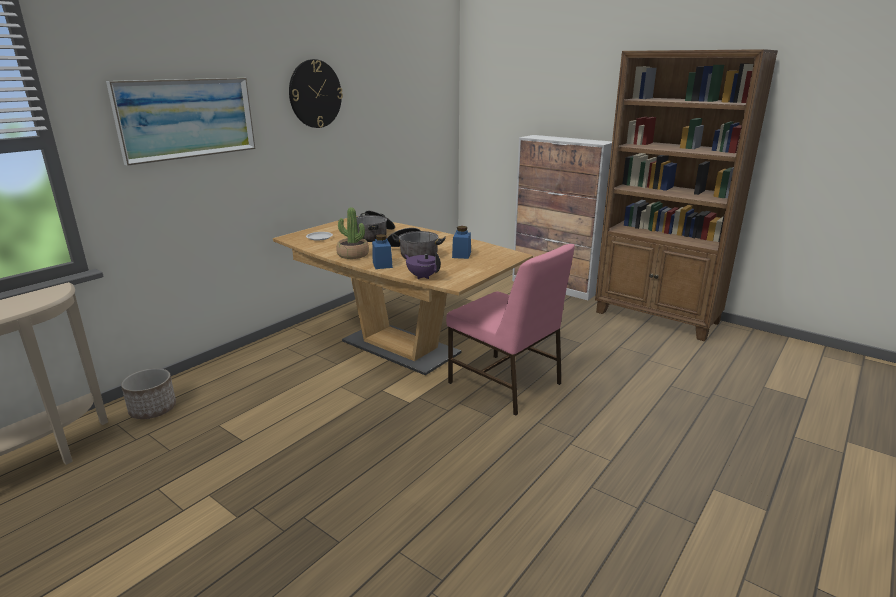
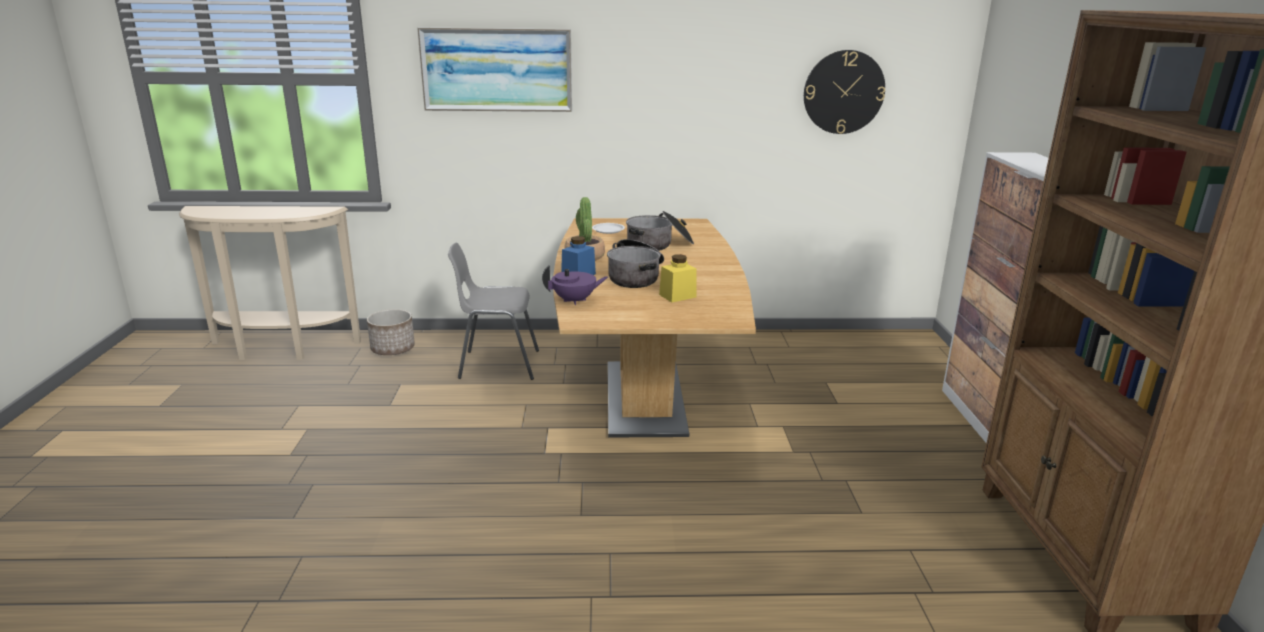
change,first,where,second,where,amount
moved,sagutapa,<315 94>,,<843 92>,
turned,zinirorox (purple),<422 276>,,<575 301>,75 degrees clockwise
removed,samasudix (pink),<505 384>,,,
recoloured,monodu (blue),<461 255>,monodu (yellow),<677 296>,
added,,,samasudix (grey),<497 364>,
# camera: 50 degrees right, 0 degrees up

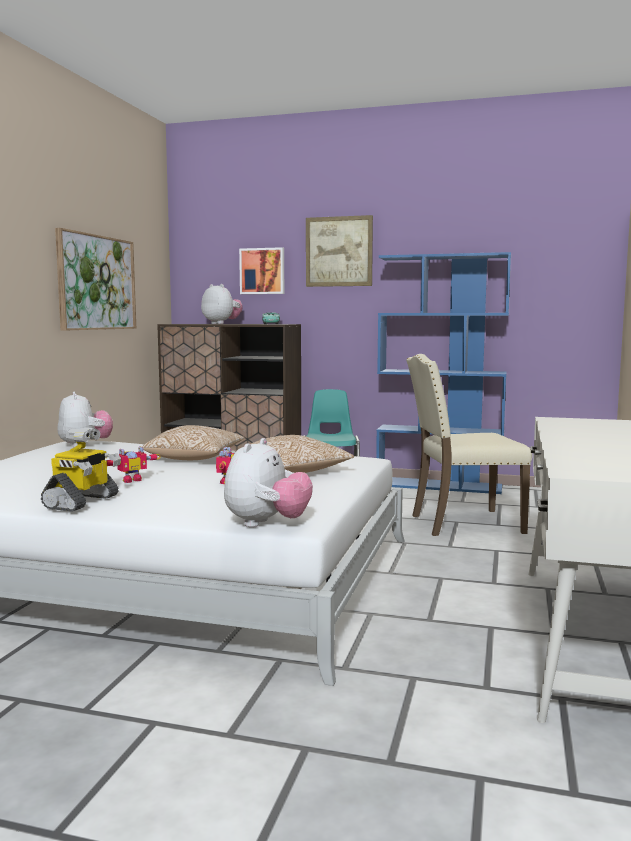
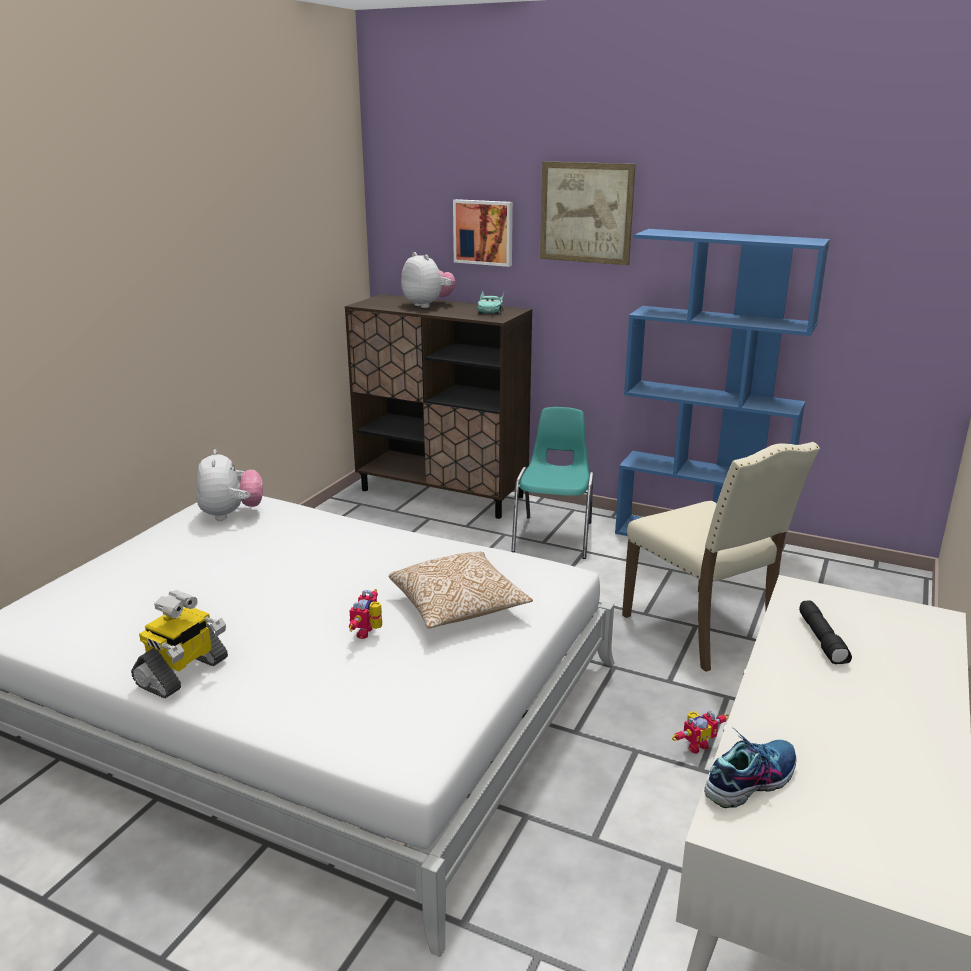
change,first,where,second,where,amount
removed,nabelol,<96 283>,,,
moved,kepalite,<131 480>,,<695 745>,
removed,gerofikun,<195 458>,,,
removed,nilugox,<267 524>,,,
turned,samasudix (beige),<463 523>,,<703 630>,120 degrees counterclockwise
added,,,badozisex,<750 780>,
added,,,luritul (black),<822 640>,
# camera: 10 degrees right, 15 degrees up

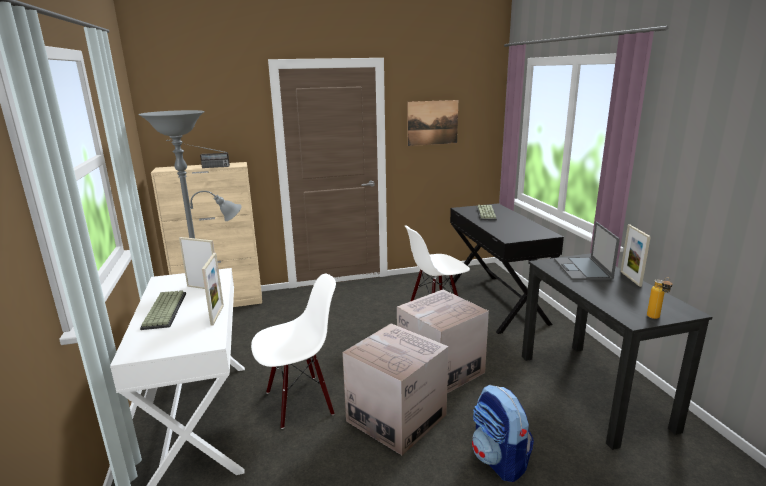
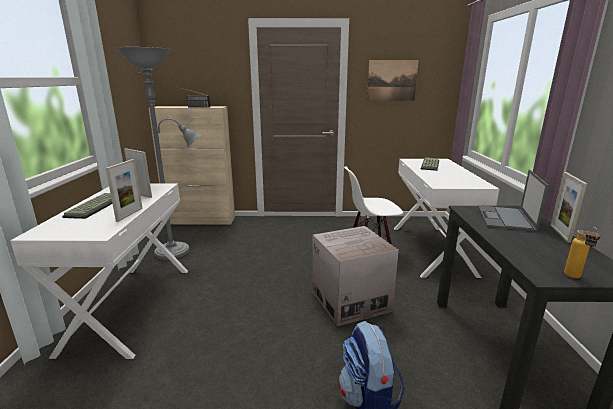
change,first,where,second,where,amount
removed,samasudix (white),<300 401>,,,
removed,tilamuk,<396 418>,,,
recoloured,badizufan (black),<496 302>,badizufan (white),<432 250>,
# camera: 15 degrees right, 0 degrees up

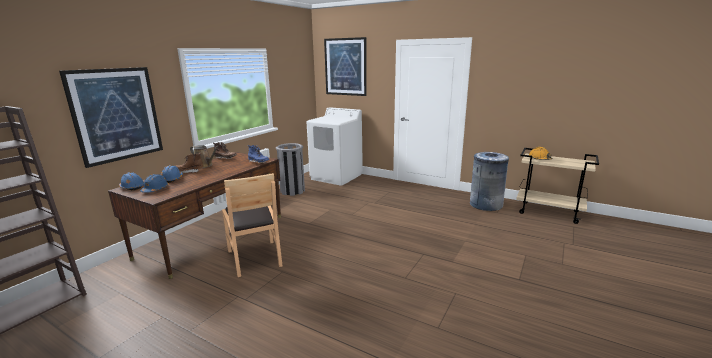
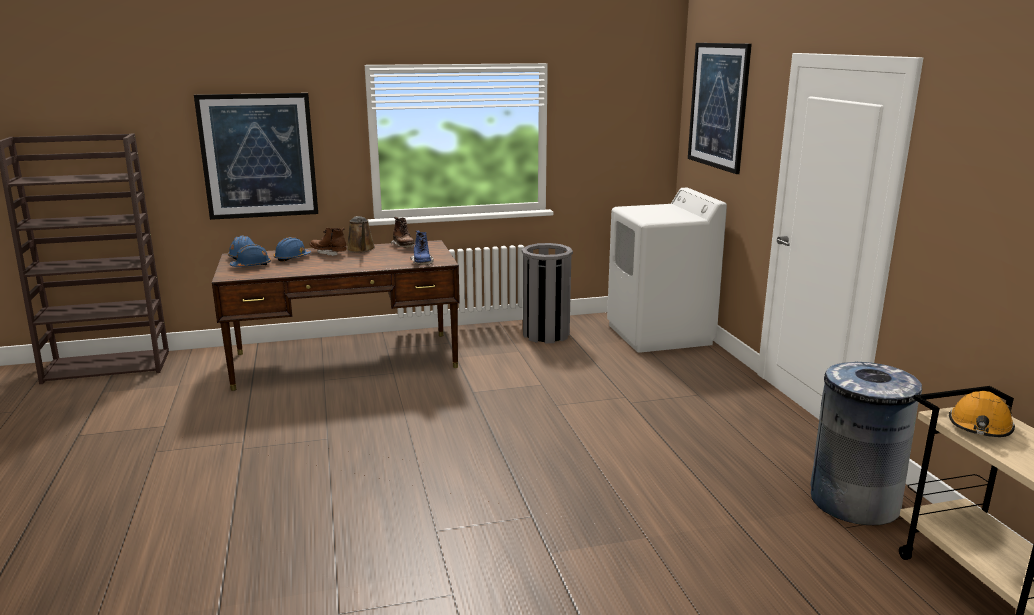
change,first,where,second,where,amount
removed,samasudix (brown),<255 257>,,,
# camera: 45 degrees right, 0 degrees up

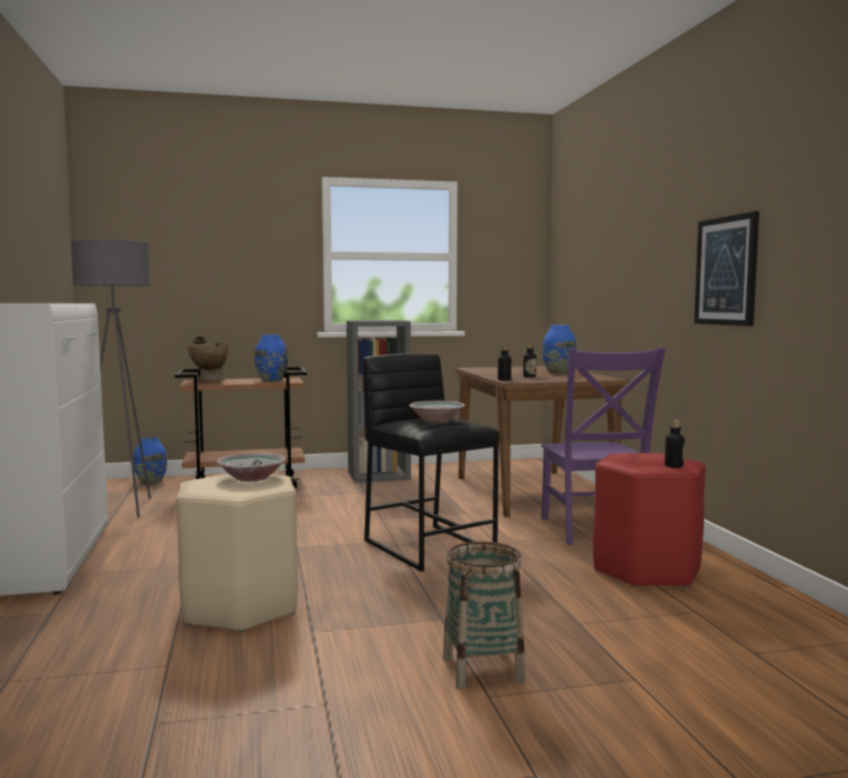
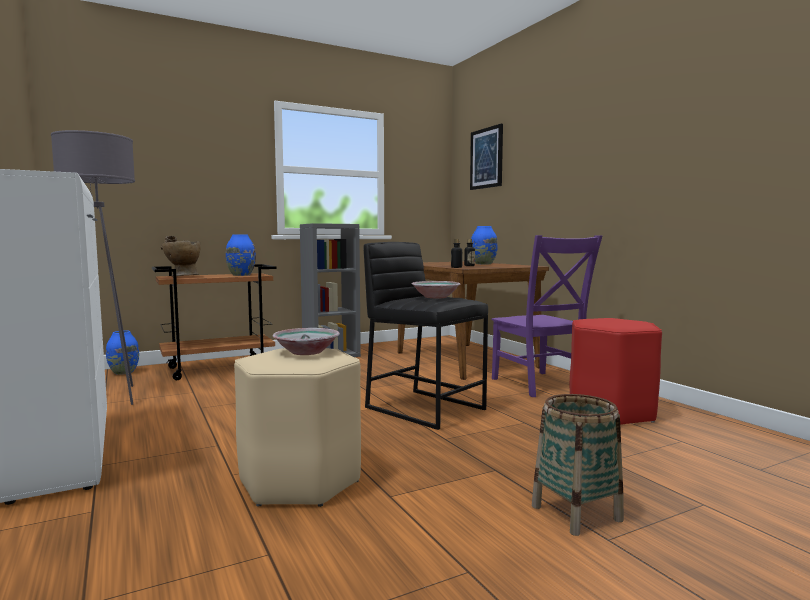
change,first,where,second,where,amount
removed,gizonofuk,<673 466>,,,
moved,nabelol,<726 271>,,<486 158>,
# camera: 15 degrees left, 0 degrees up

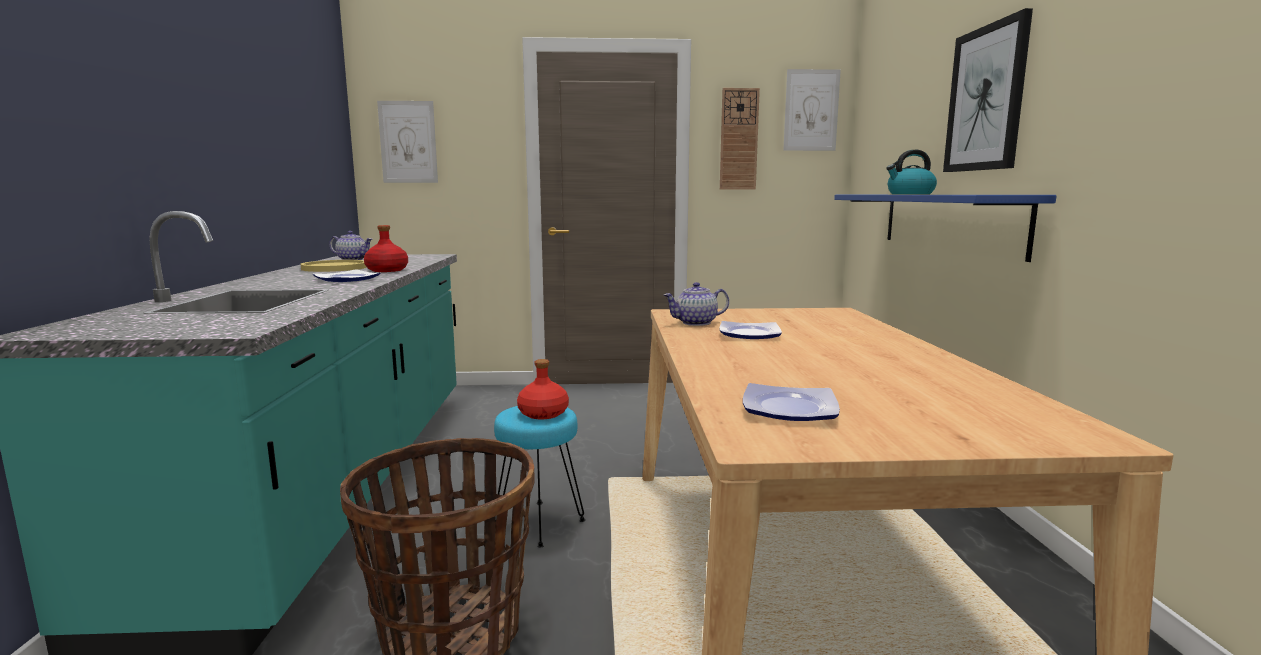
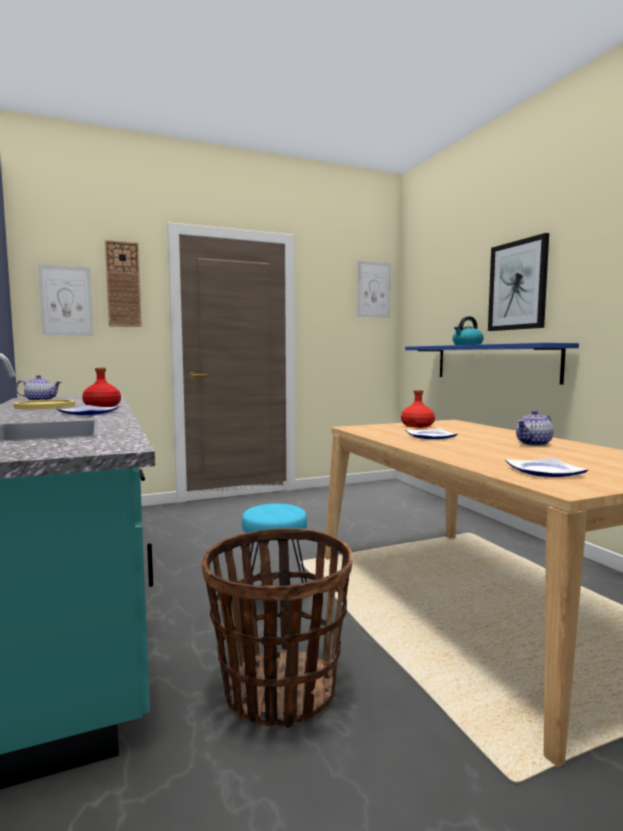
change,first,where,second,where,amount
moved,gizonofuk (red),<543 414>,,<417 426>,
moved,zinirorox,<696 323>,,<534 444>,
moved,sagutapa,<738 139>,,<123 284>,
# camera: 20 degrees left, 5 degrees down

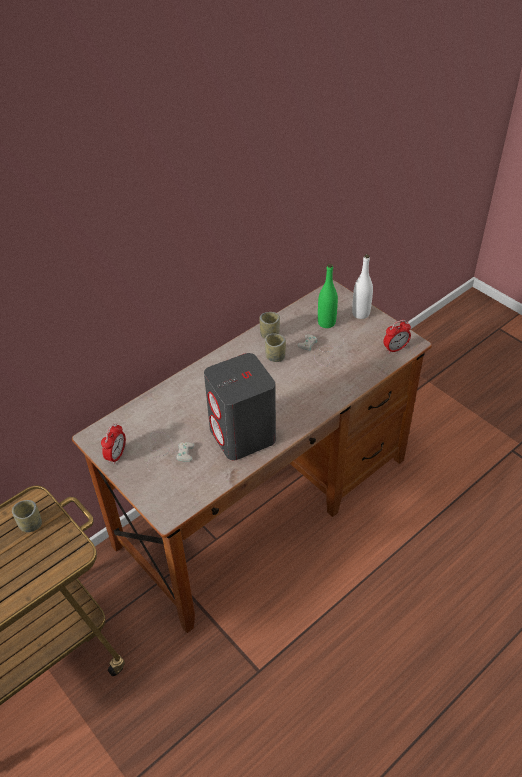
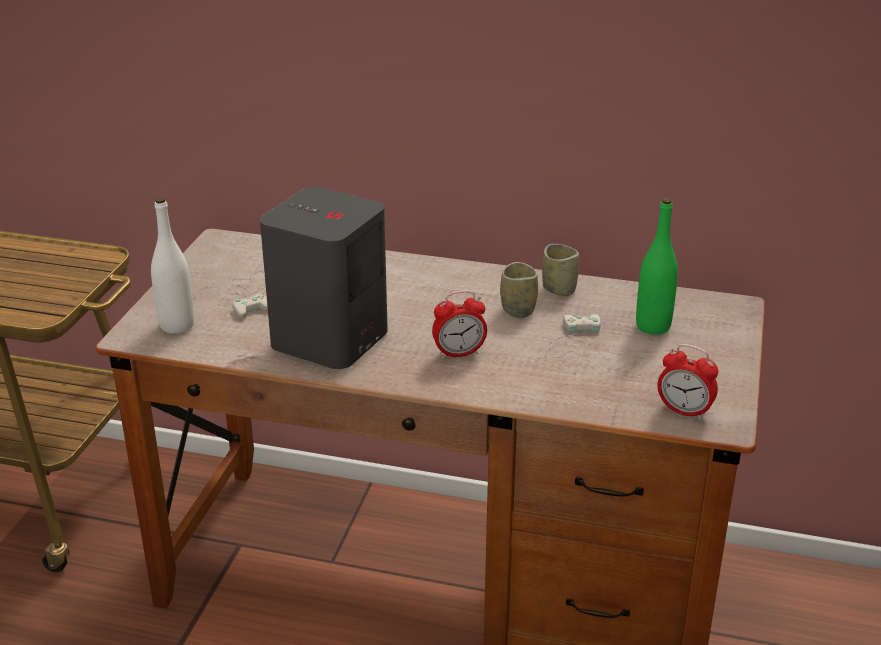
change,first,where,second,where,amount
removed,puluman,<31 524>,,,
moved,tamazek,<116 455>,,<459 353>,
moved,gizonofuk (white),<361 313>,,<177 325>,
# camera: 55 degrees right, 15 degrees down

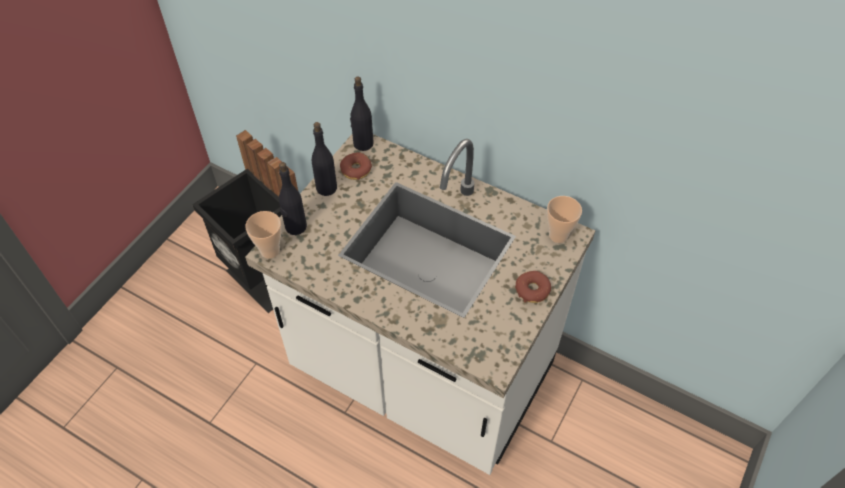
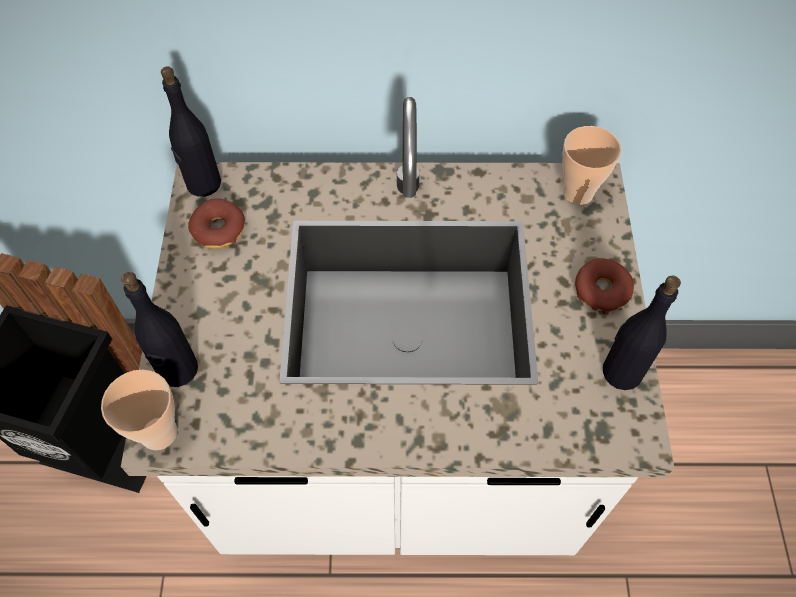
change,first,where,second,where,amount
moved,gizonofuk (black),<326 187>,,<621 372>,
# camera: 30 degrees left, 5 degrees up

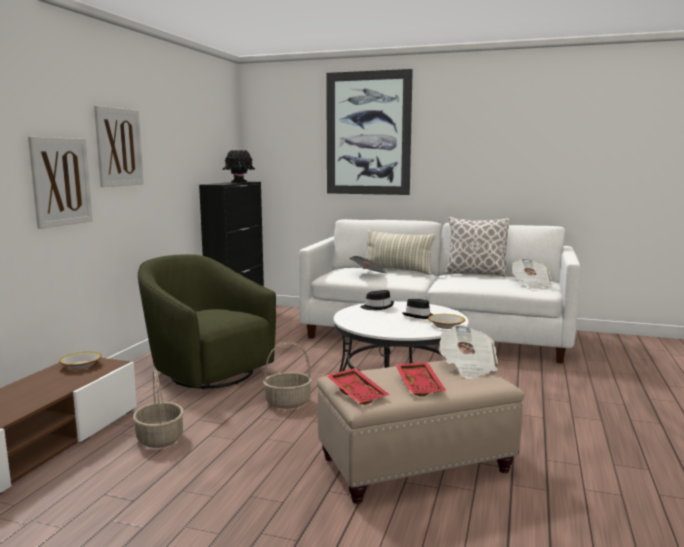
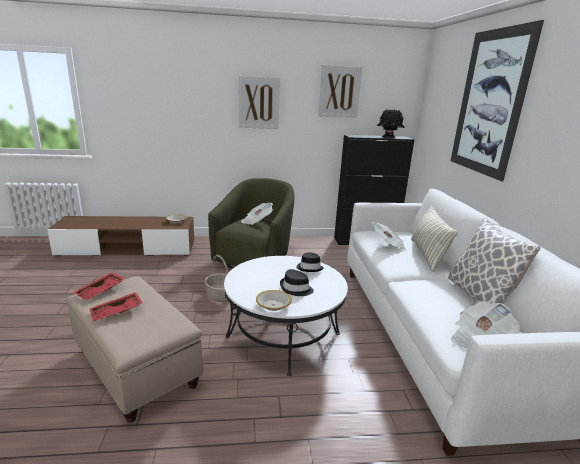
change,first,where,second,where,amount
moved,nabelol,<61 181>,,<339 92>,
removed,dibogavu,<160 438>,,,
moved,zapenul,<467 367>,,<256 221>,
# camera: 65 degrees right, 10 degrees up

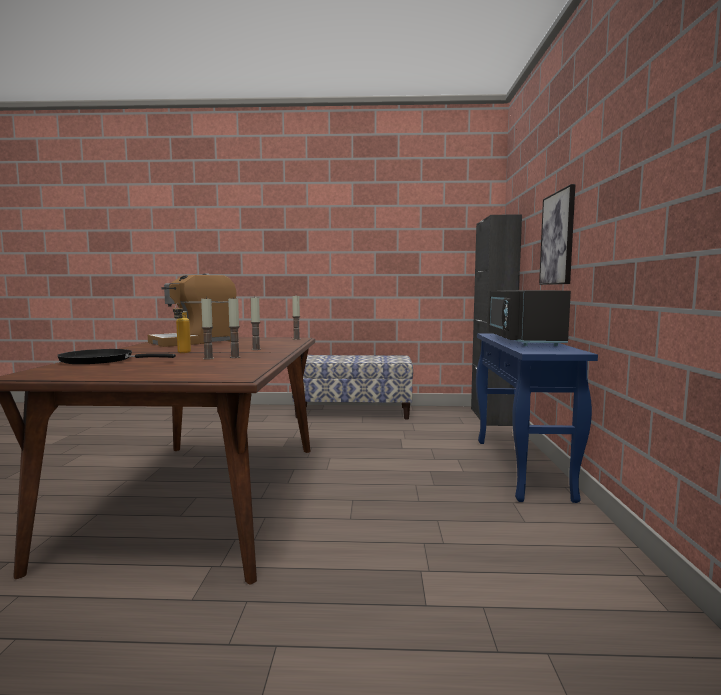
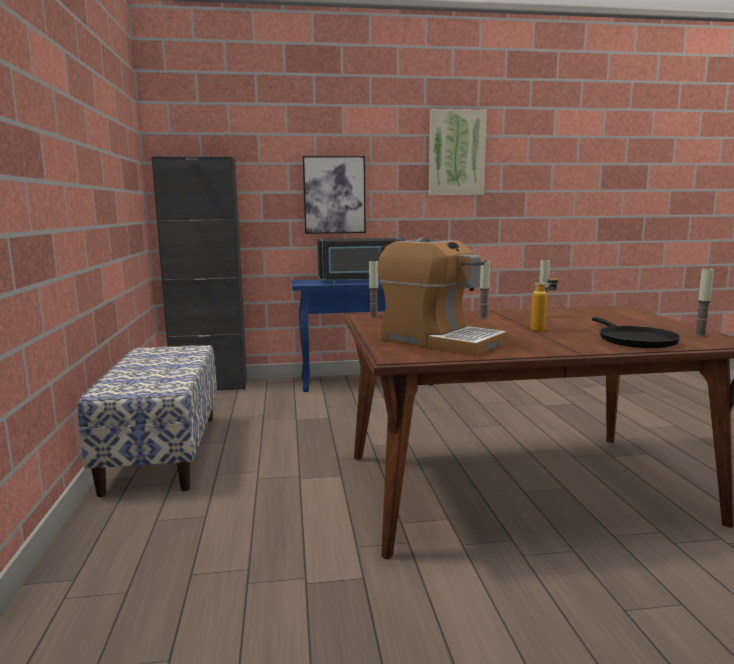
change,first,where,second,where,amount
moved,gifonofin,<208 358>,,<700 335>,
added,,,nabelol,<456 153>,
# camera: 100 degrees left, 5 degrees up

